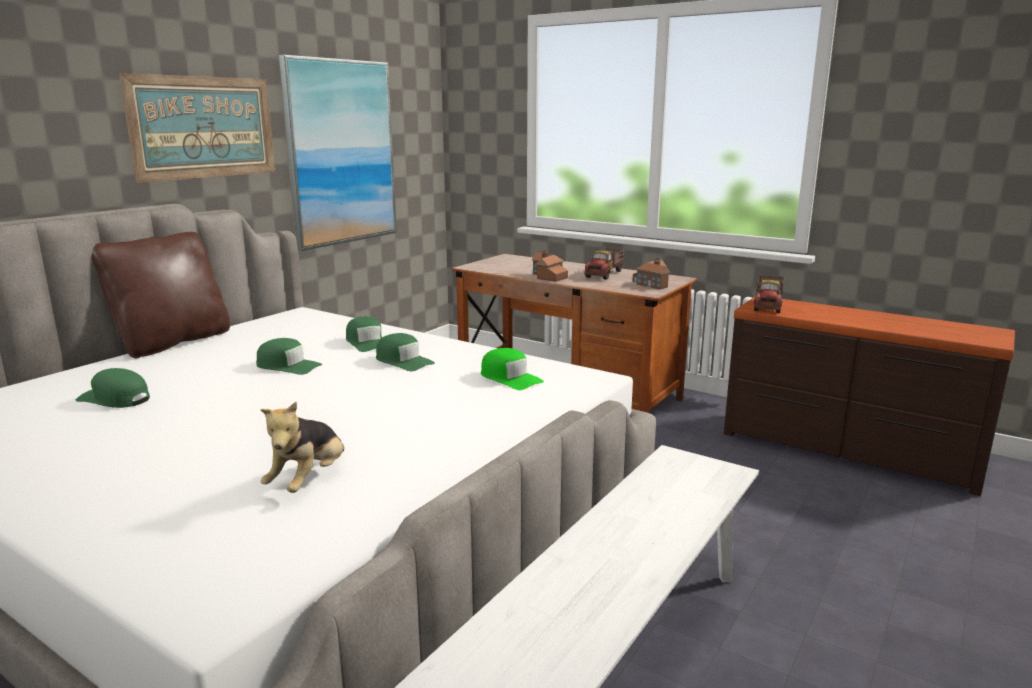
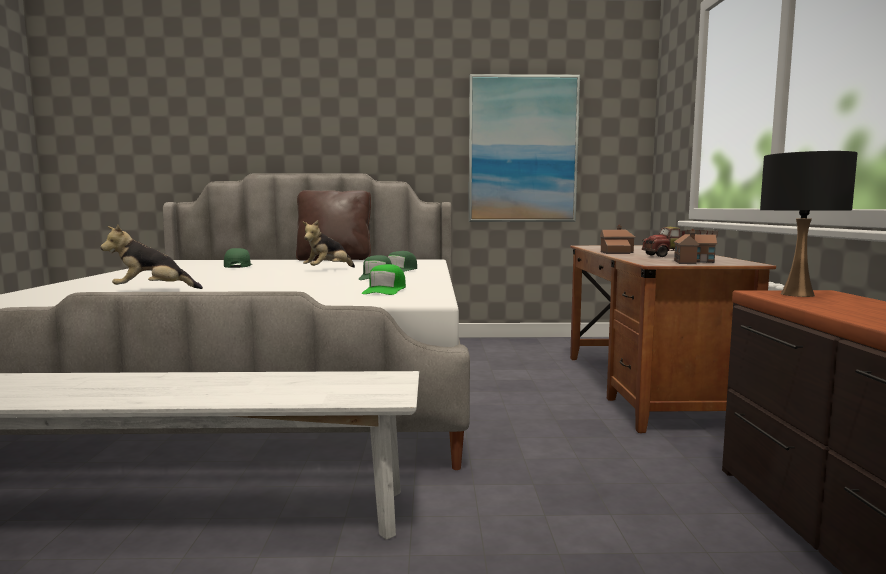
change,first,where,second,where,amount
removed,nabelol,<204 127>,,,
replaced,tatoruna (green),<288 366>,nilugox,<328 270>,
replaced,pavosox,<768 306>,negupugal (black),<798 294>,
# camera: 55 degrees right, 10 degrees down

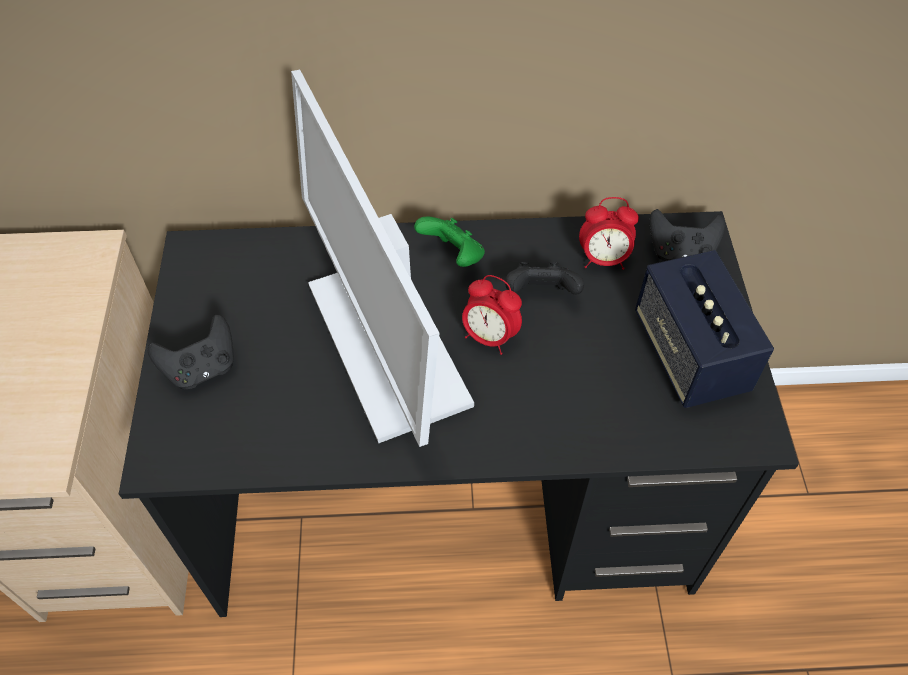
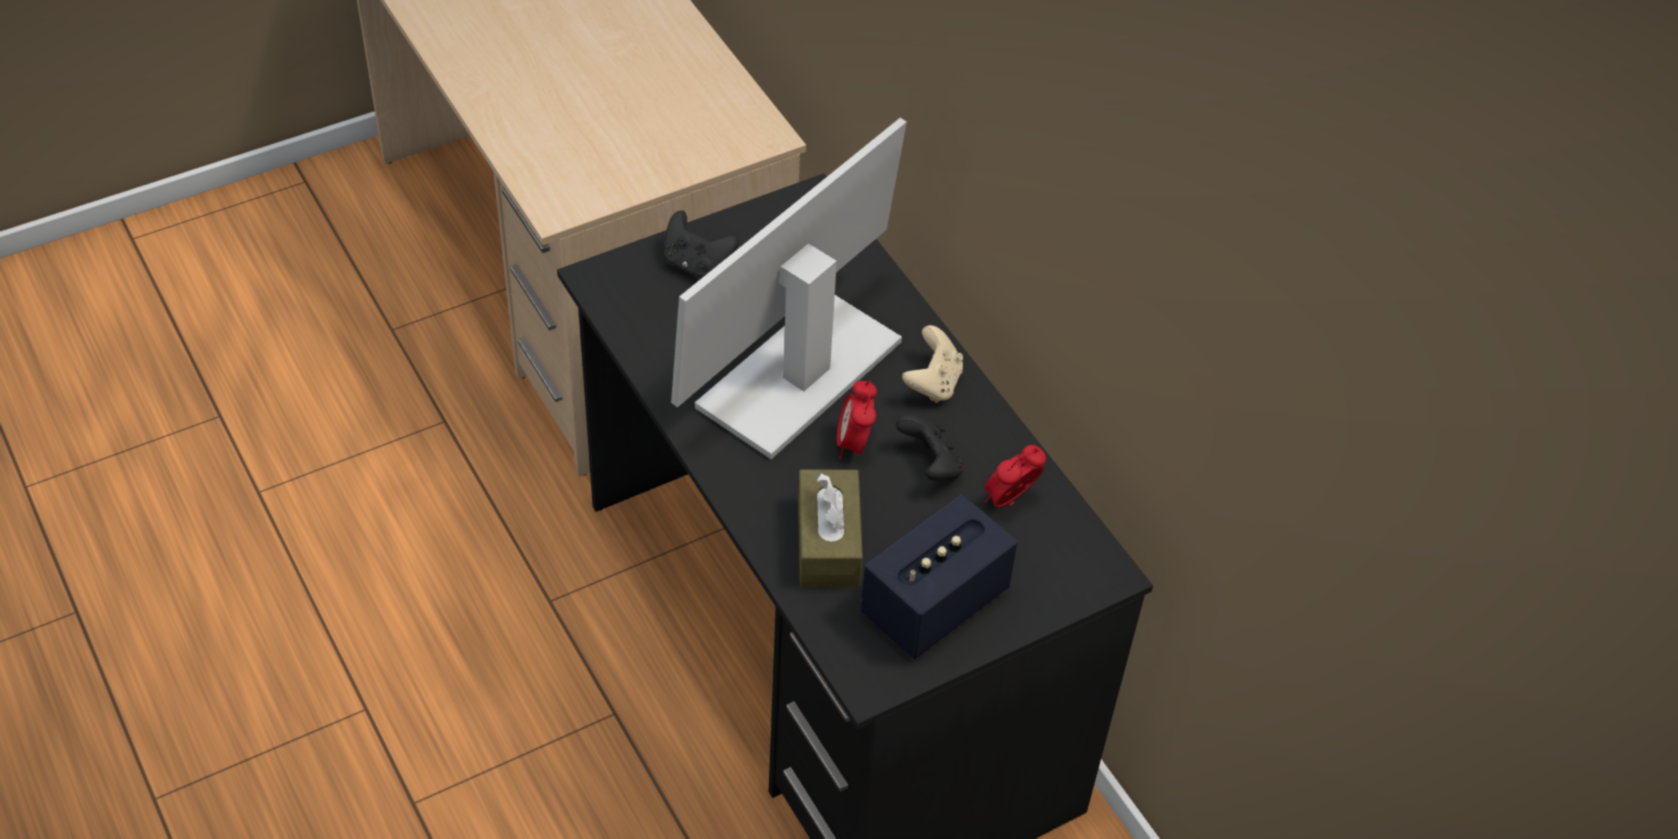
change,first,where,second,where,amount
recoloured,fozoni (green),<453 256>,fozoni (beige),<933 383>,
turned,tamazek,<603 259>,,<1010 501>,75 degrees clockwise
removed,fozoni (black),<680 252>,,,
added,,,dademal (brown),<828 542>,
# camera: 60 degrees right, 5 degrees down

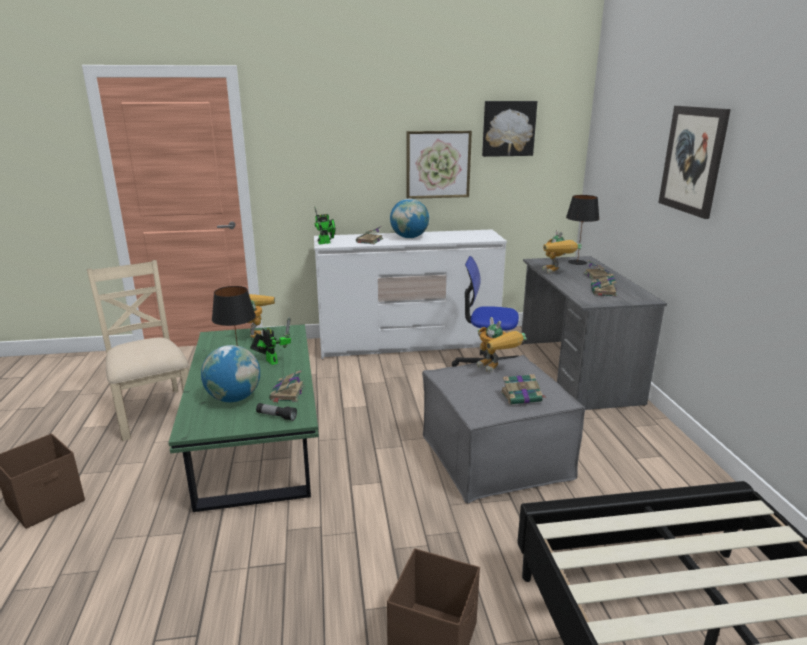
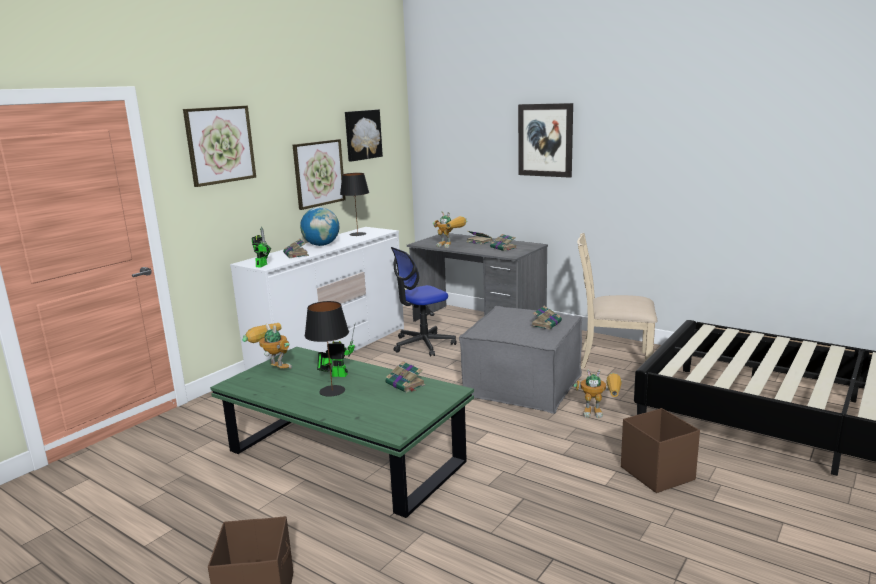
change,first,where,second,where,amount
moved,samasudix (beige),<153 412>,,<614 359>,
removed,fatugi,<234 398>,,,
removed,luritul,<276 416>,,,
moved,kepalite,<496 369>,,<600 413>,
moved,negupugal (black),<577 262>,,<357 234>,
added,,,nabelol,<220 145>,
# camera: 45 degrees left, 5 degrees down

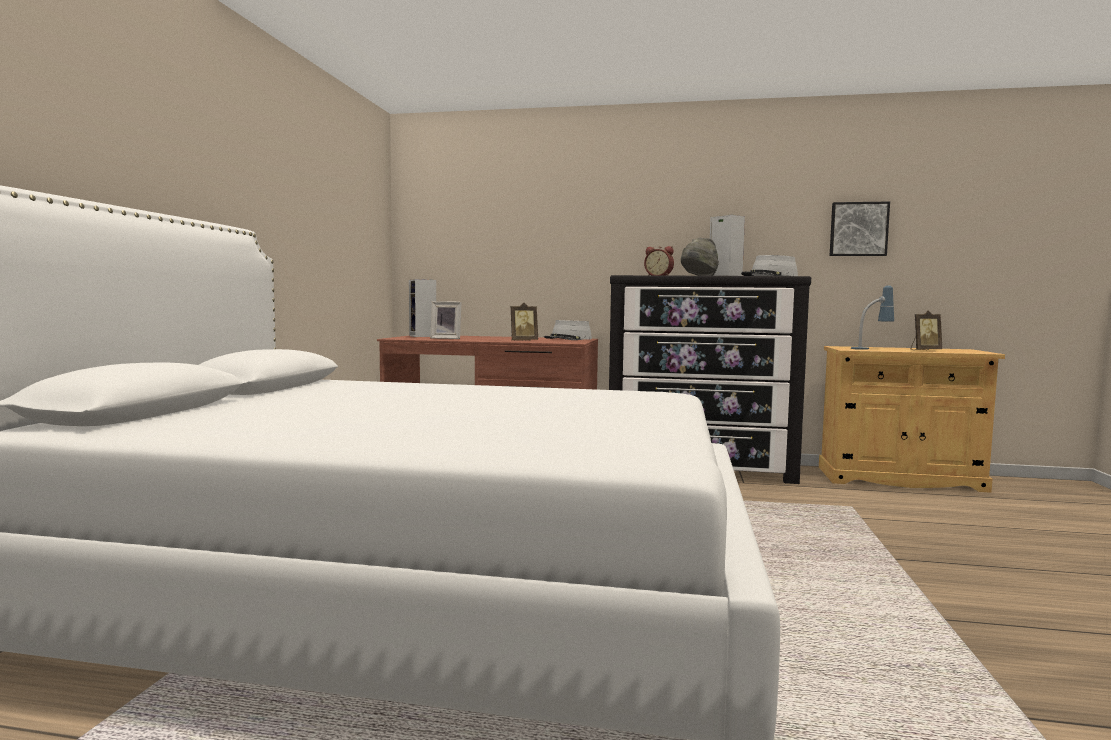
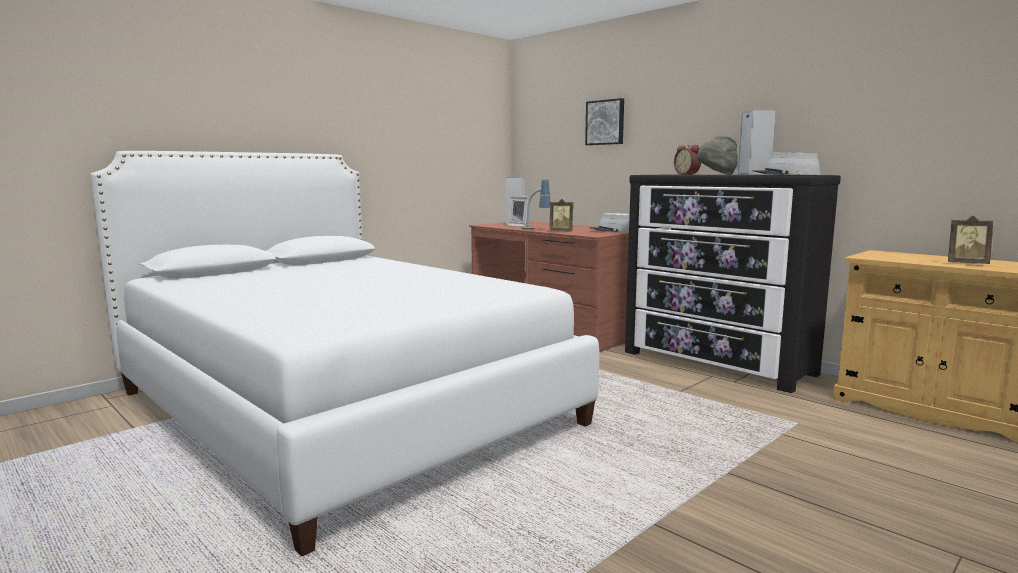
change,first,where,second,where,amount
moved,nabelol,<858 229>,,<605 122>,
moved,negupugal,<871 349>,,<535 229>,
# camera: 35 degrees right, 5 degrees up

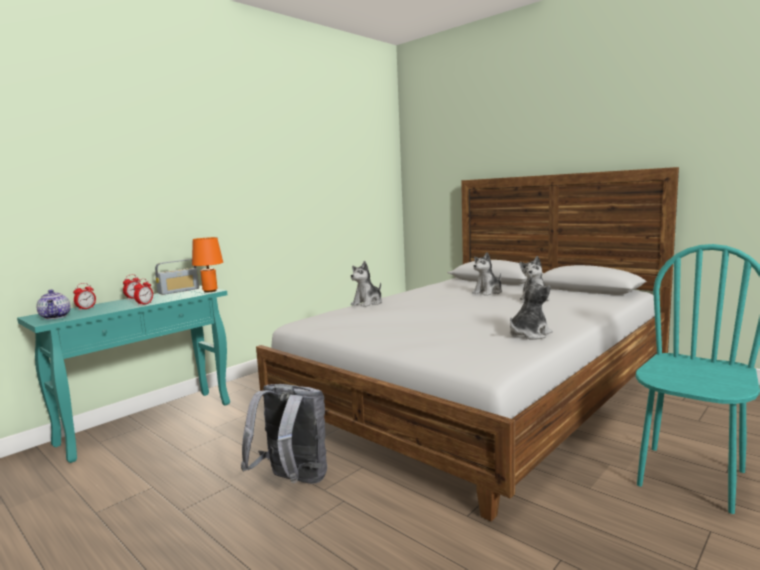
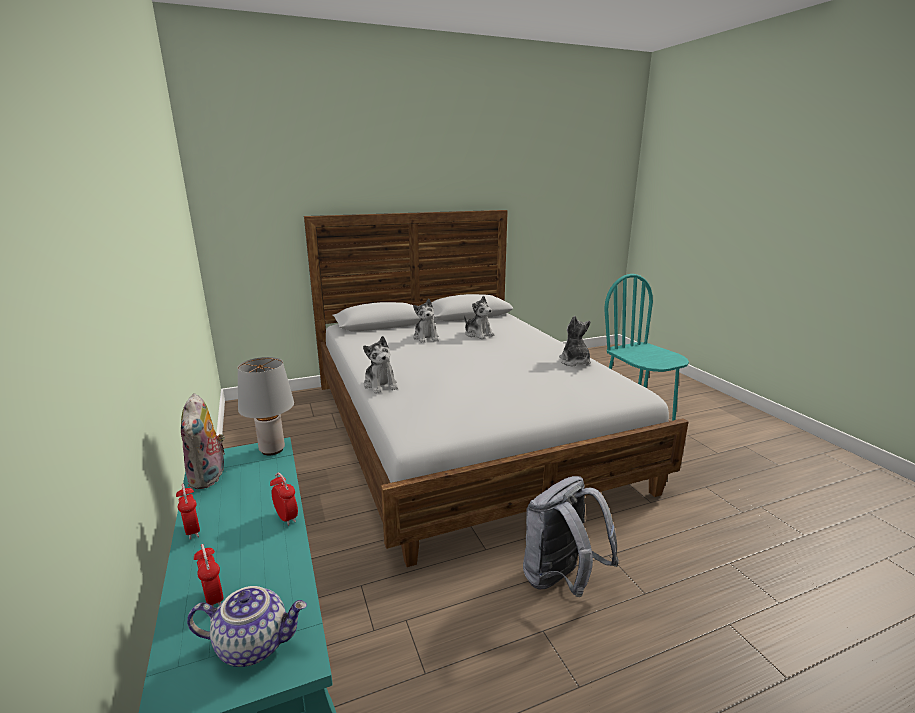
change,first,where,second,where,amount
replaced,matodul,<179 291>,nilugox,<209 477>,
recoloured,negupugal (orange),<210 291>,negupugal (grey),<271 449>,
# camera: 65 degrees left, 10 degrees up

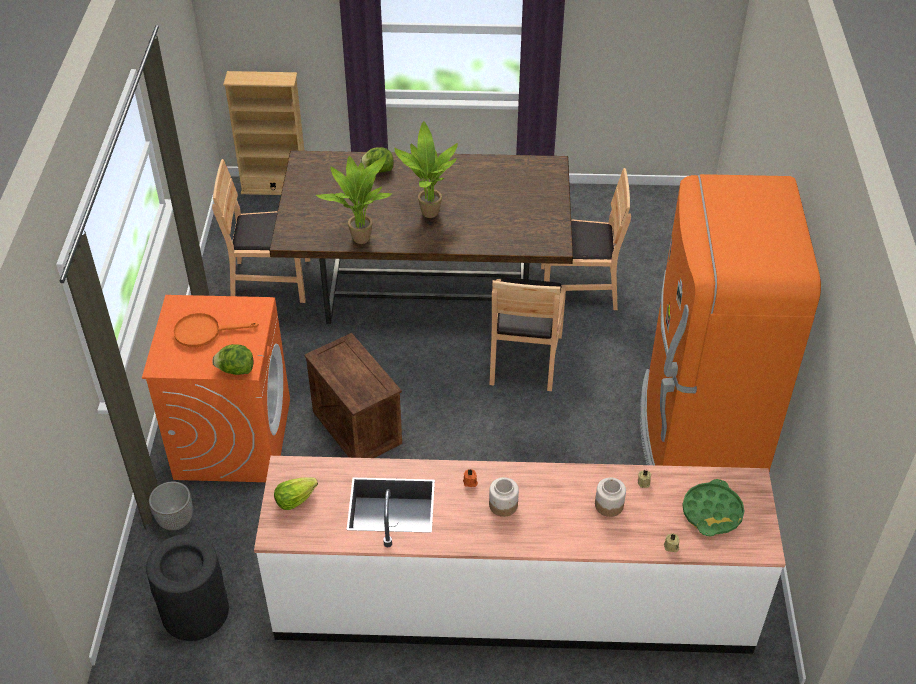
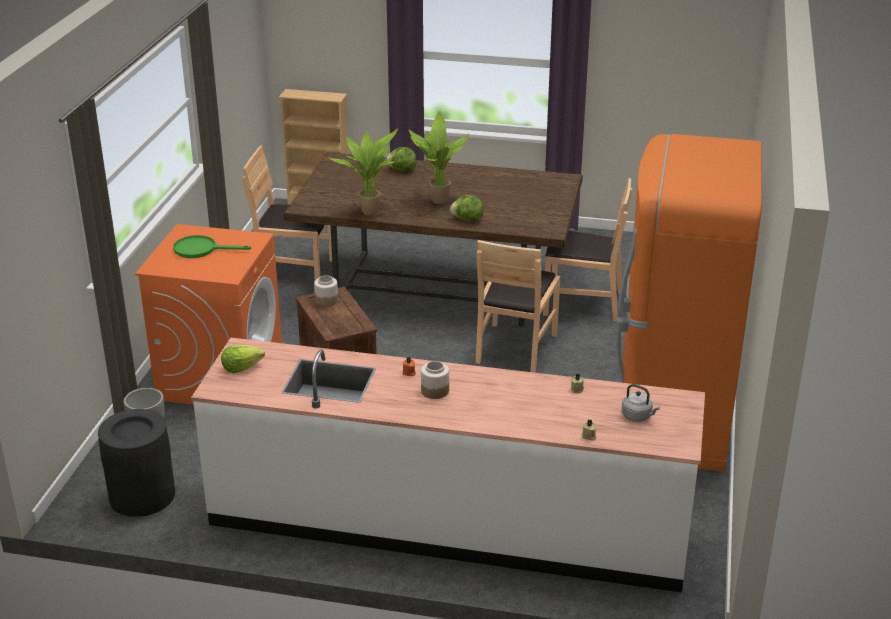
change,first,where,second,where,amount
recoloured,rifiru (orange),<204 332>,rifiru (green),<201 250>,
moved,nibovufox,<235 370>,,<467 219>,
moved,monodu,<609 505>,,<326 300>,
replaced,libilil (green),<712 512>,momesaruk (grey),<638 416>,
# camera: 10 degrees right, 15 degrees down

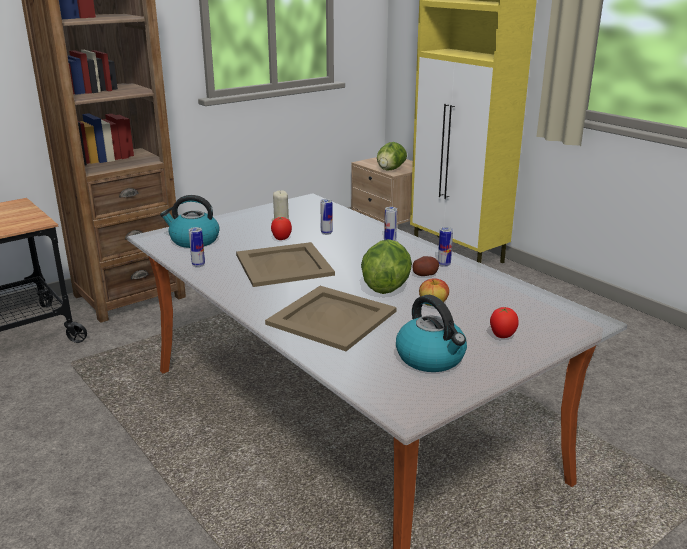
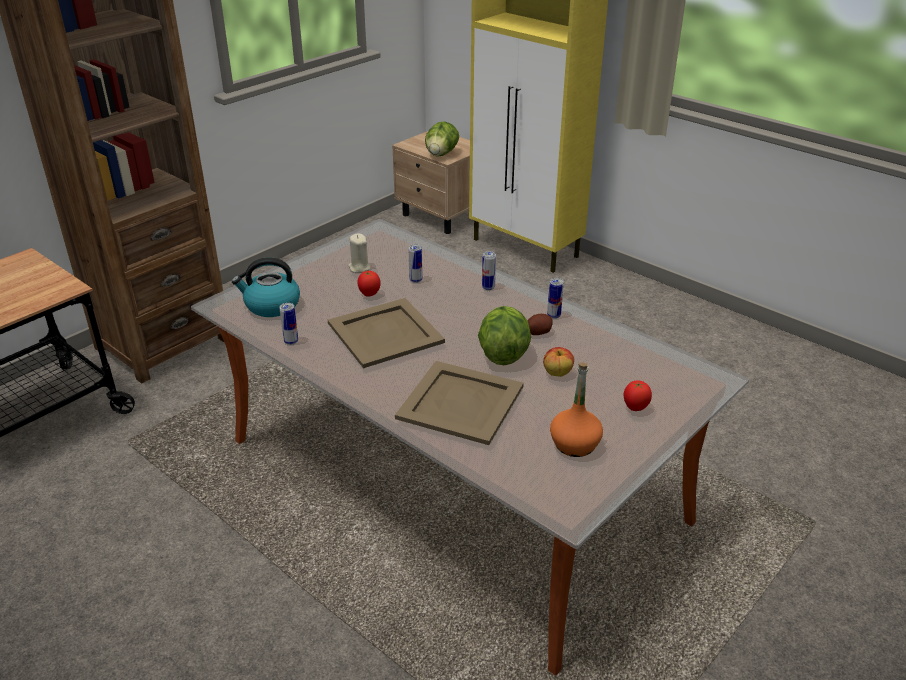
change,first,where,second,where,amount
replaced,momesaruk,<431 358>,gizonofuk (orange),<574 444>,
# camera: 10 degrees left, 10 degrees up

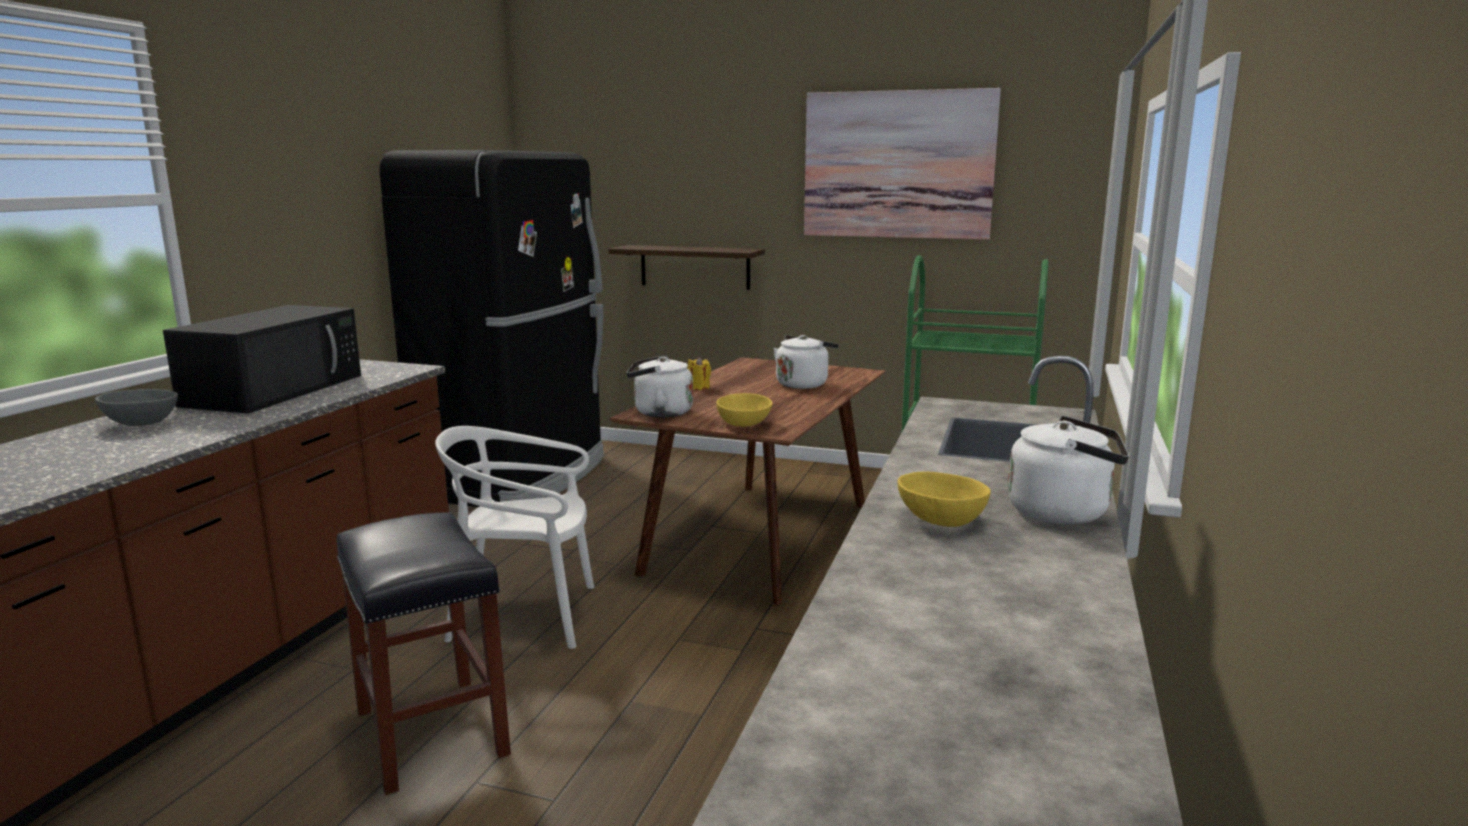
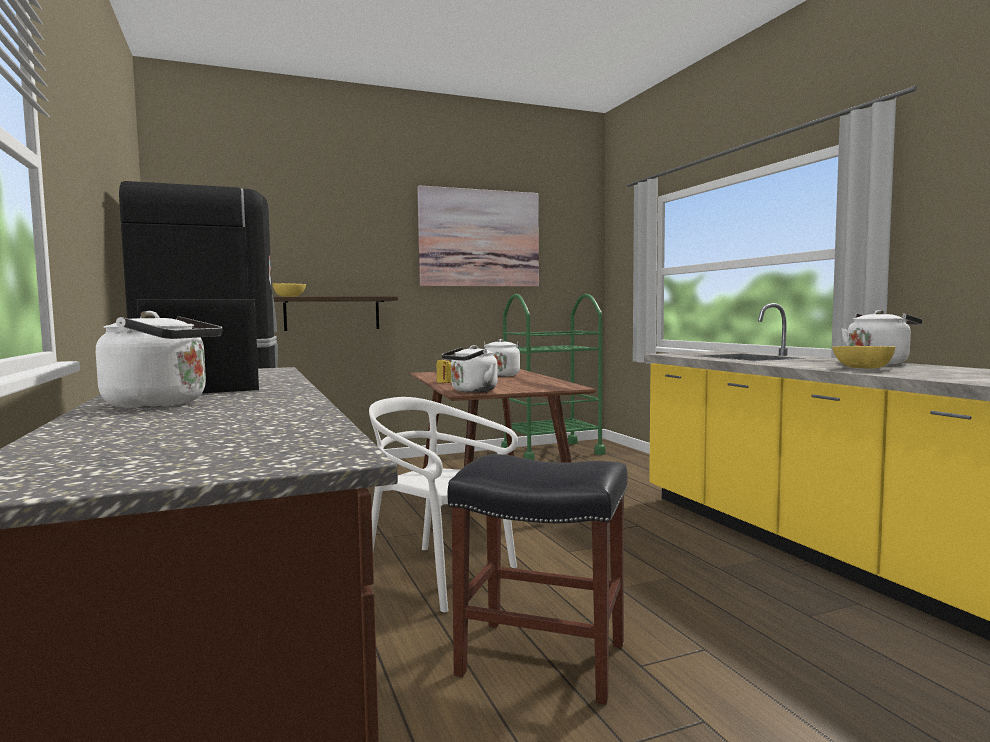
change,first,where,second,where,amount
replaced,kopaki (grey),<141 423>,momesaruk (white),<163 404>,
turned,samasudix (white),<525 616>,,<439 575>,75 degrees clockwise
moved,kopaki (yellow),<743 423>,,<289 296>,
# camera: 40 degrees left, 10 degrees down

